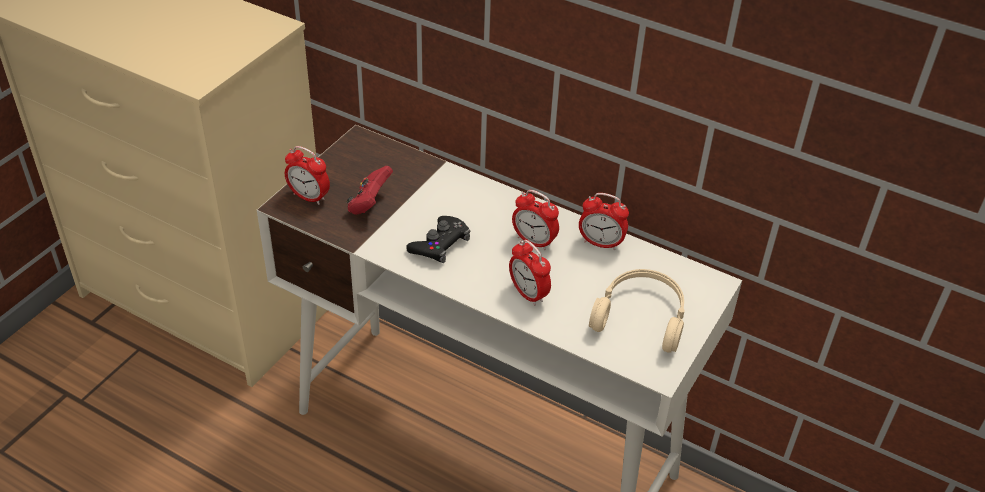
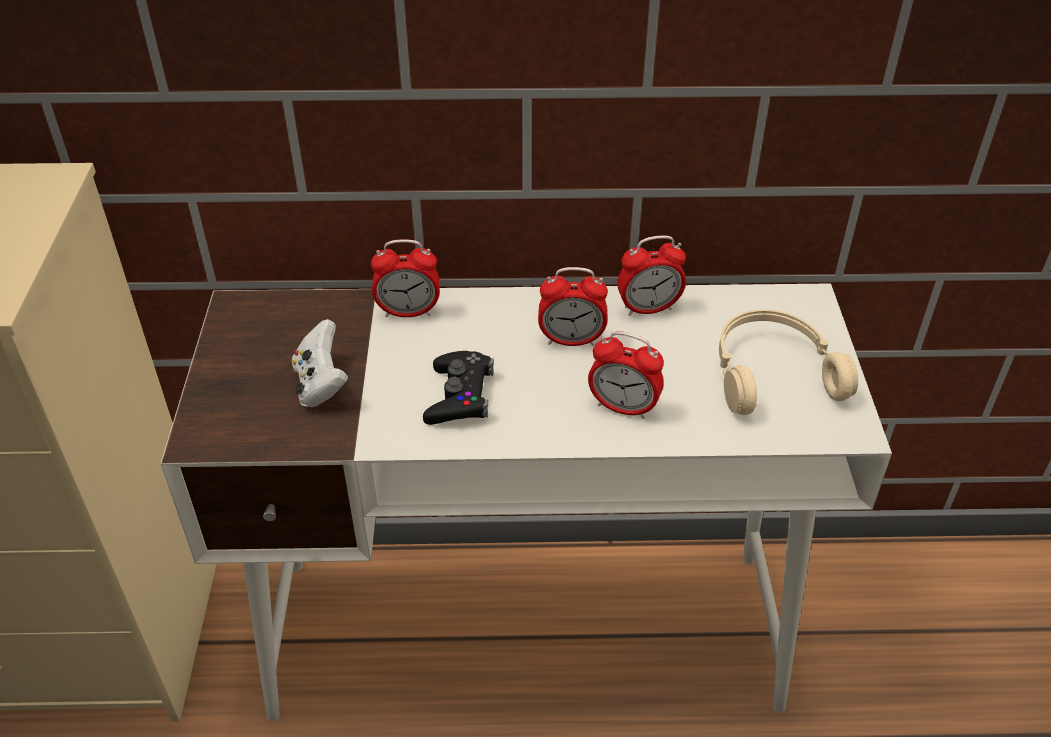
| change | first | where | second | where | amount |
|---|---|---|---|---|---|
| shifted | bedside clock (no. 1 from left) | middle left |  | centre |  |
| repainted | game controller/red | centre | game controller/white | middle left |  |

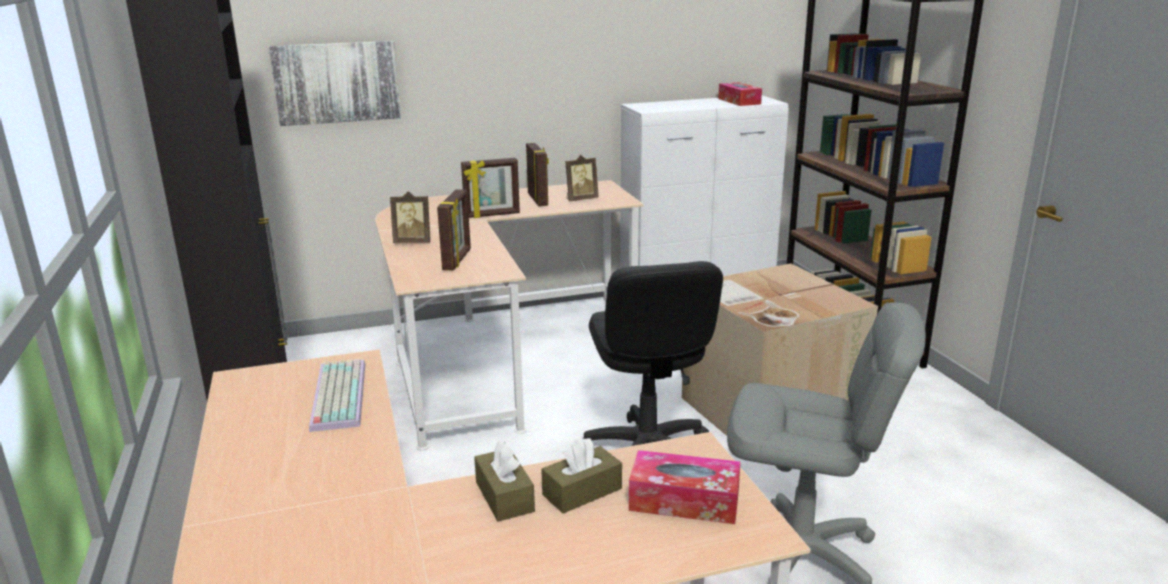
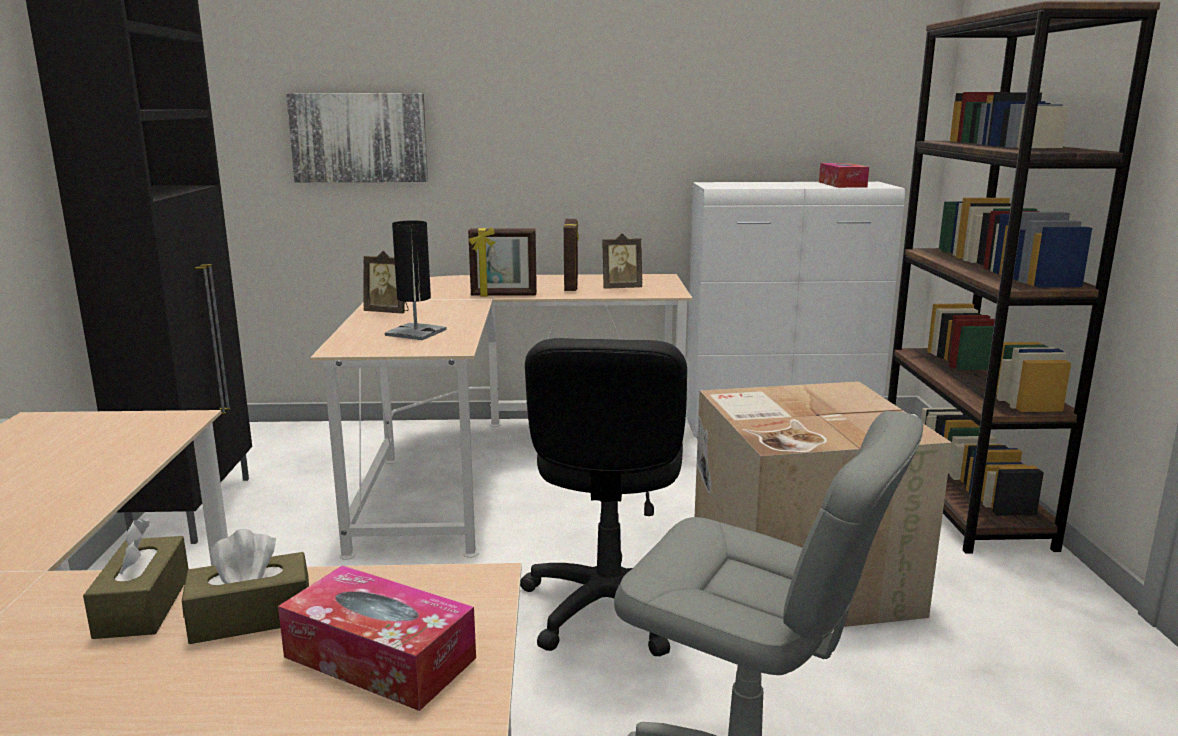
| change | first | where | second | where | amount |
|---|---|---|---|---|---|
| gone | computer keyboard | bottom left |  |  |  |
| swapped | photo frame (no. 2 from left) | centre | lamp for a table/blackish | centre |  |

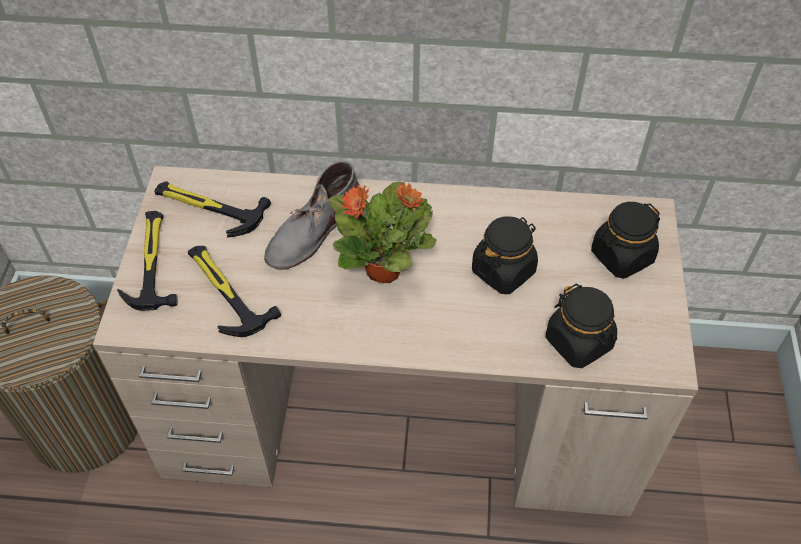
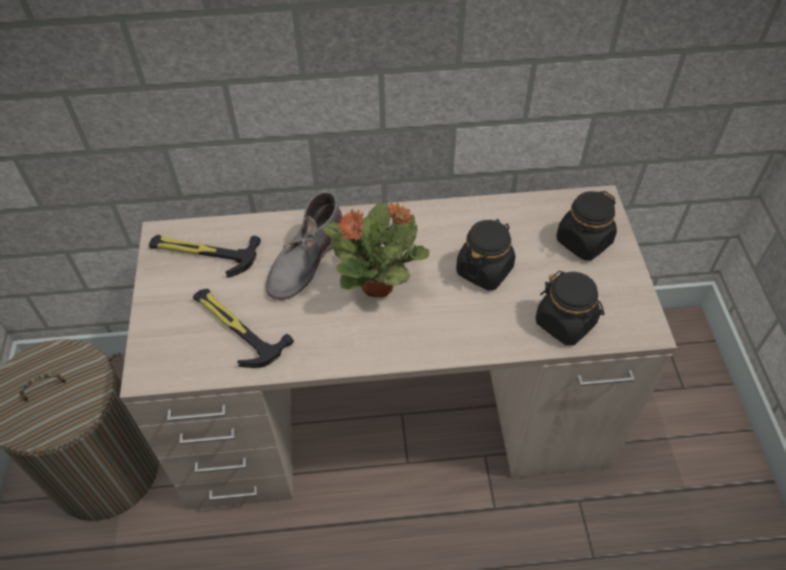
| change | first | where | second | where | amount |
|---|---|---|---|---|---|
| gone | hammer (no. 1 from left) | middle left |  |  |  |

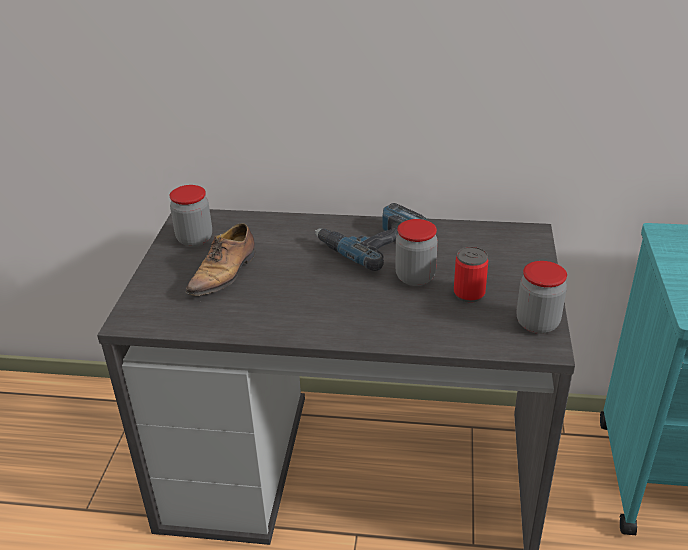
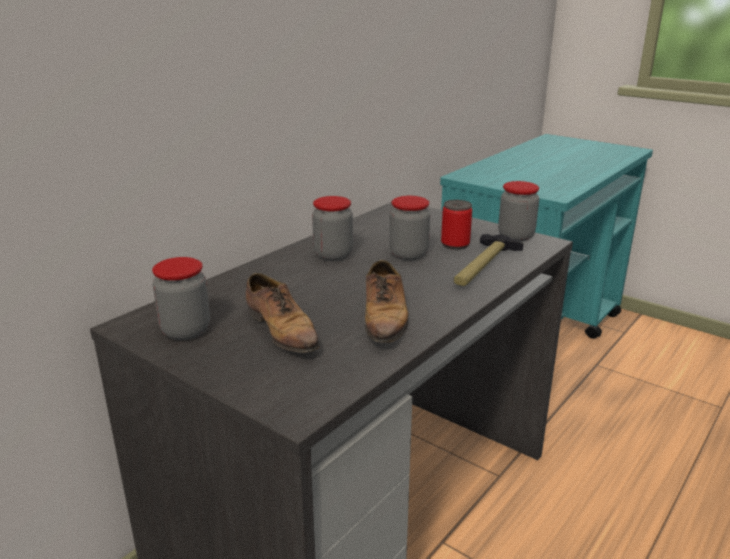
| change | first | where | second | where | amount |
|---|---|---|---|---|---|
| swapped | power drill | centre | preserve jar (no. 2 from left) | centre |  |
| new |  |  | shoe (no. 2 from left) | centre |  |
| new |  |  | hammer | middle right |  |

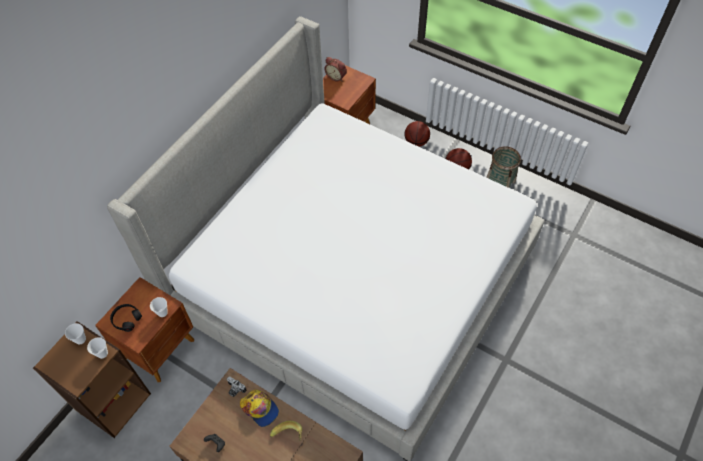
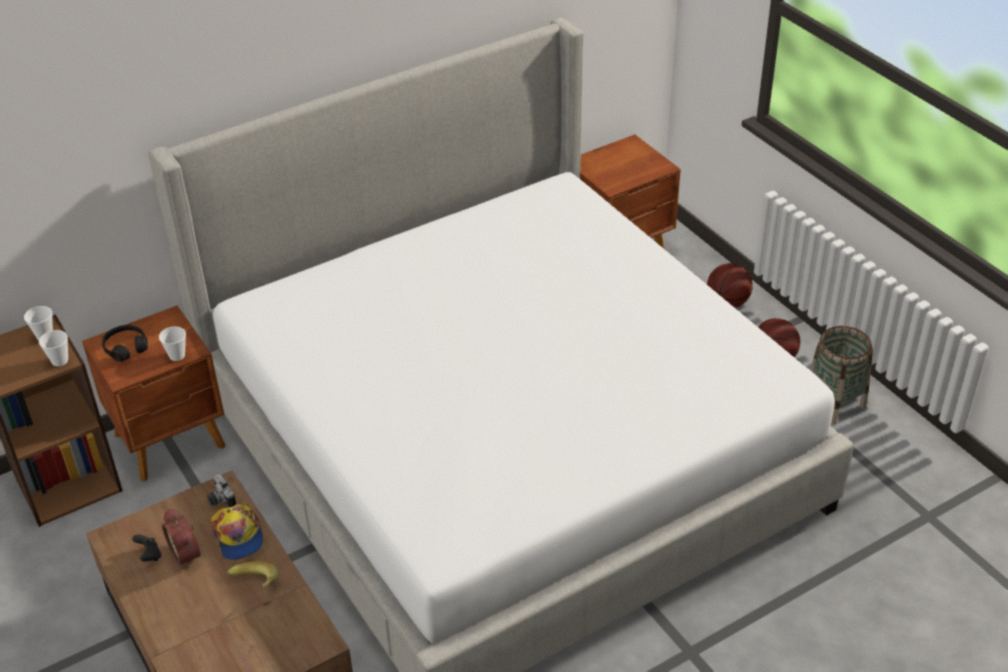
| change | first | where | second | where | amount |
|---|---|---|---|---|---|
| shifted | bedside clock | top centre |  | bottom left |  |

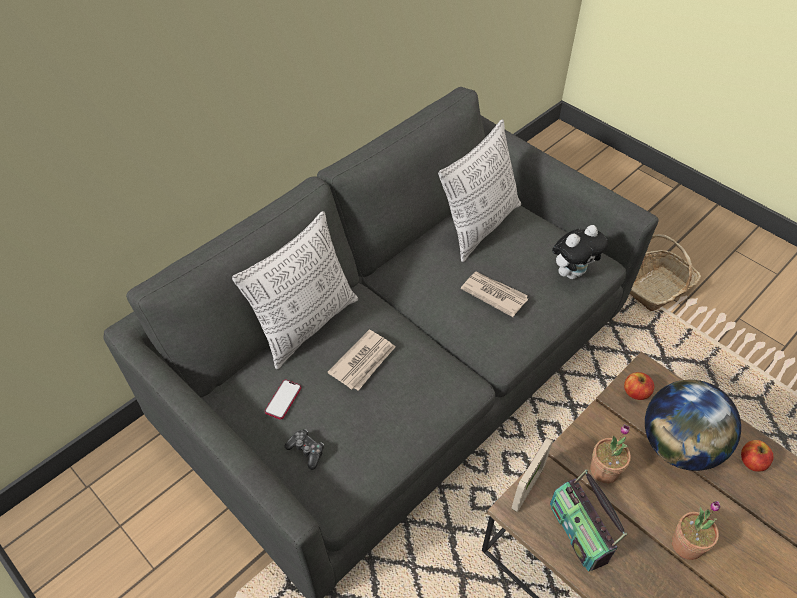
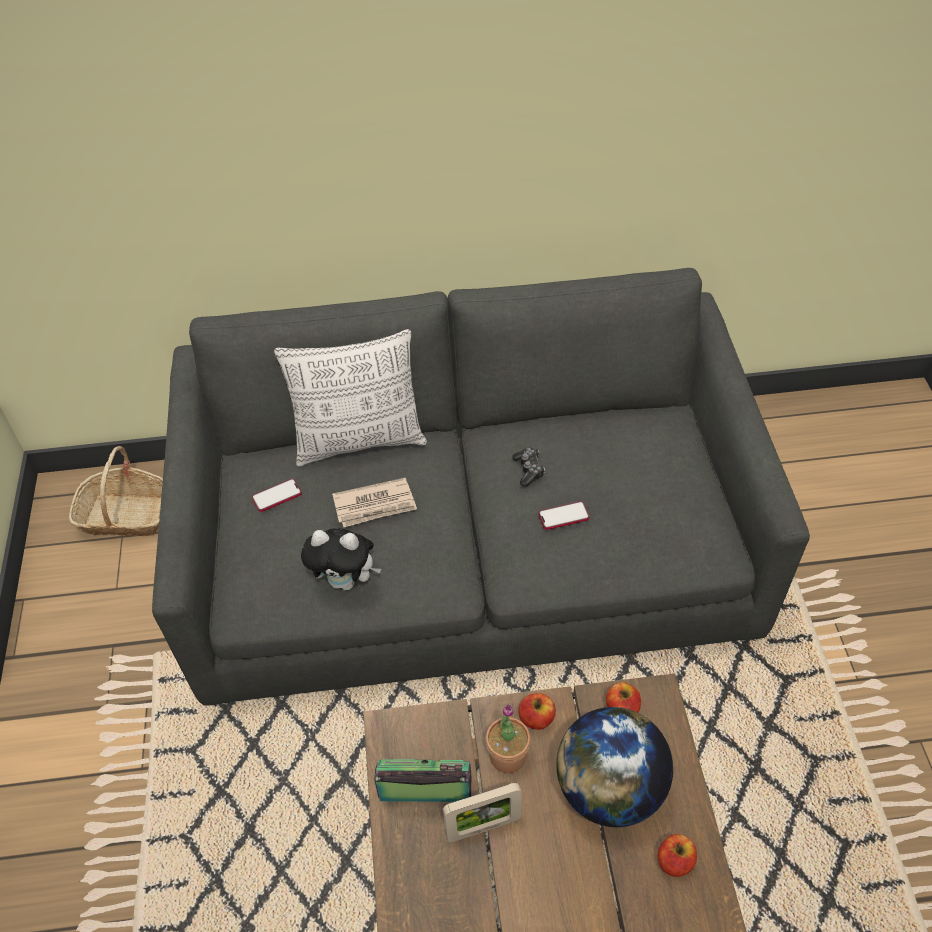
| change | first | where | second | where | amount |
|---|---|---|---|---|---|
| shifted | game controller | bottom centre |  | centre |  |
| gone | cushion (no. 2 from left) | top centre |  |  |  |
| swapped | printed paper (no. 2 from left) | centre | handset (no. 2 from left) | centre |  |
| shifted | photo frame | bottom right |  | bottom centre |  |
| rotated | radio | bottom right |  | bottom centre | 75 degrees clockwise |
| shifted | plush toy | middle right |  | centre |  |
| shifted | household basket | middle right |  | middle left |  |
| gone | houseplant (no. 2 from left) | bottom right |  |  |  |
| new |  |  | apple (no. 1 from left) | bottom centre |  |

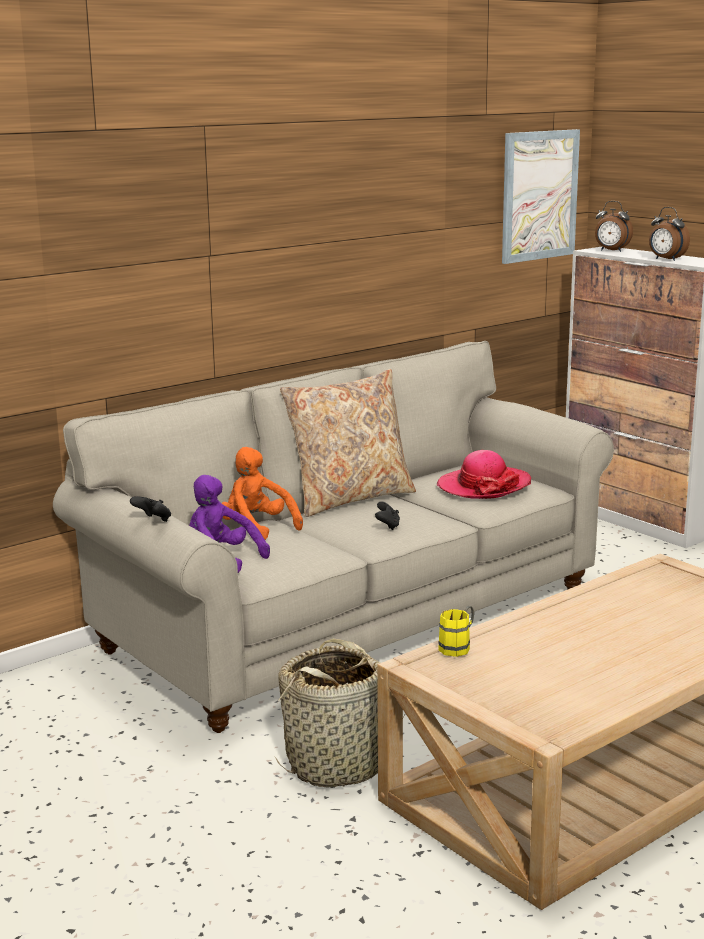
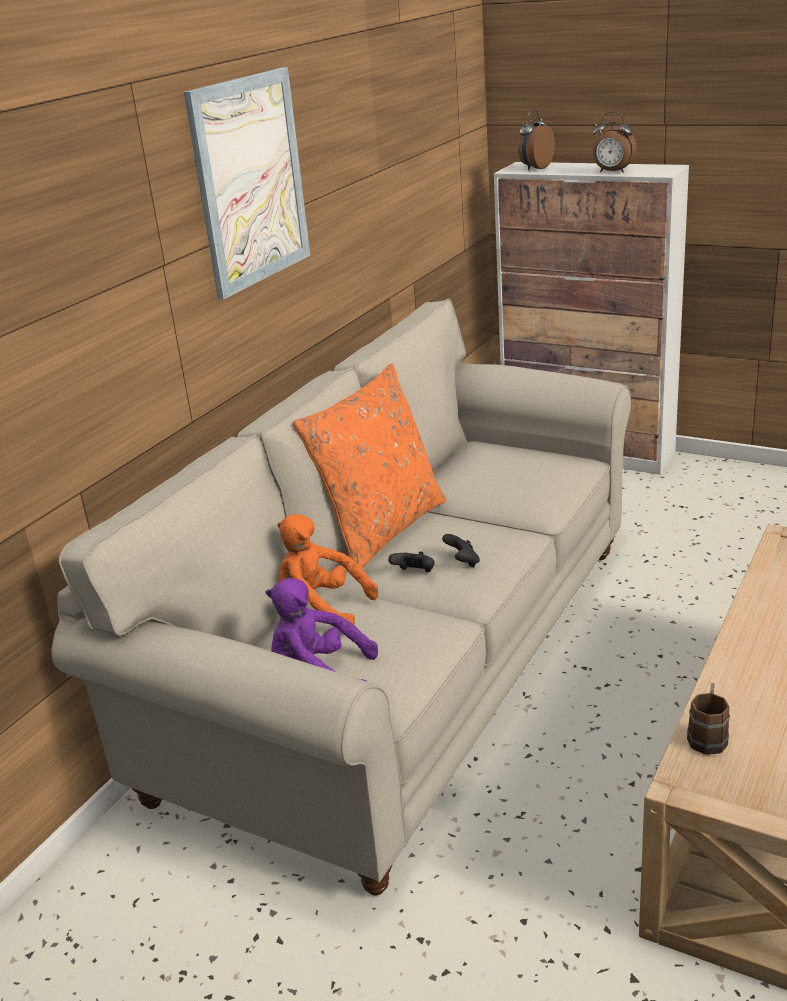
| change | first | where | second | where | amount |
|---|---|---|---|---|---|
| shifted | game controller/blackish (no. 1 from left) | middle left |  | centre |  |
| gone | household basket | bottom centre |  |  |  |
| repainted | cushion/sand-coloured | centre | cushion/orange | centre |  |
| gone | clothing hat | middle right |  |  |  |
| repainted | mug/yellowish | bottom centre | mug/brown | bottom right |  |
| shifted | wall art | top right |  | top left |  |
| rotated | bedside clock (no. 1 from left) | top right |  | top right | 120 degrees clockwise |

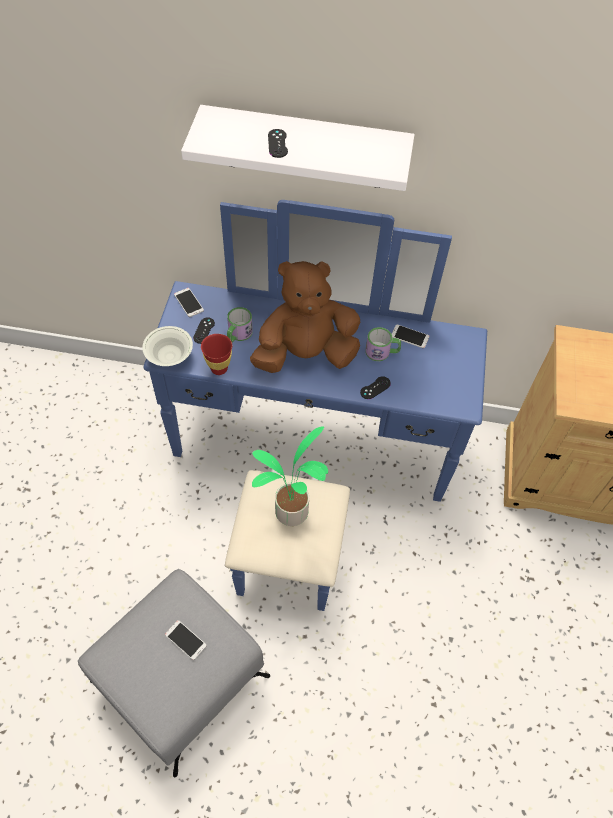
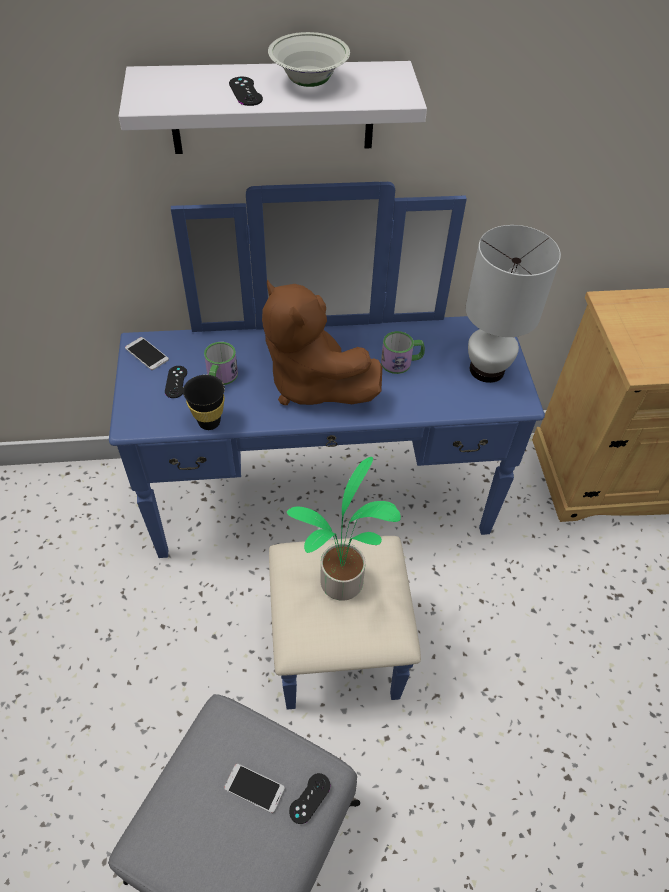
| change | first | where | second | where | amount |
|---|---|---|---|---|---|
| shifted | bowl/white | middle left |  | top centre |  |
| repainted | small cup/red | centre | small cup/blackish | middle left |  |
| rotated | plush toy/brown | centre |  | centre | 105 degrees counterclockwise |
| shifted | game controller/blackish (no. 3 from left) | centre |  | bottom centre |  |
| gone | handset (no. 3 from left) | middle right |  |  |  |
| new |  |  | lamp for a table/white | middle right |  |

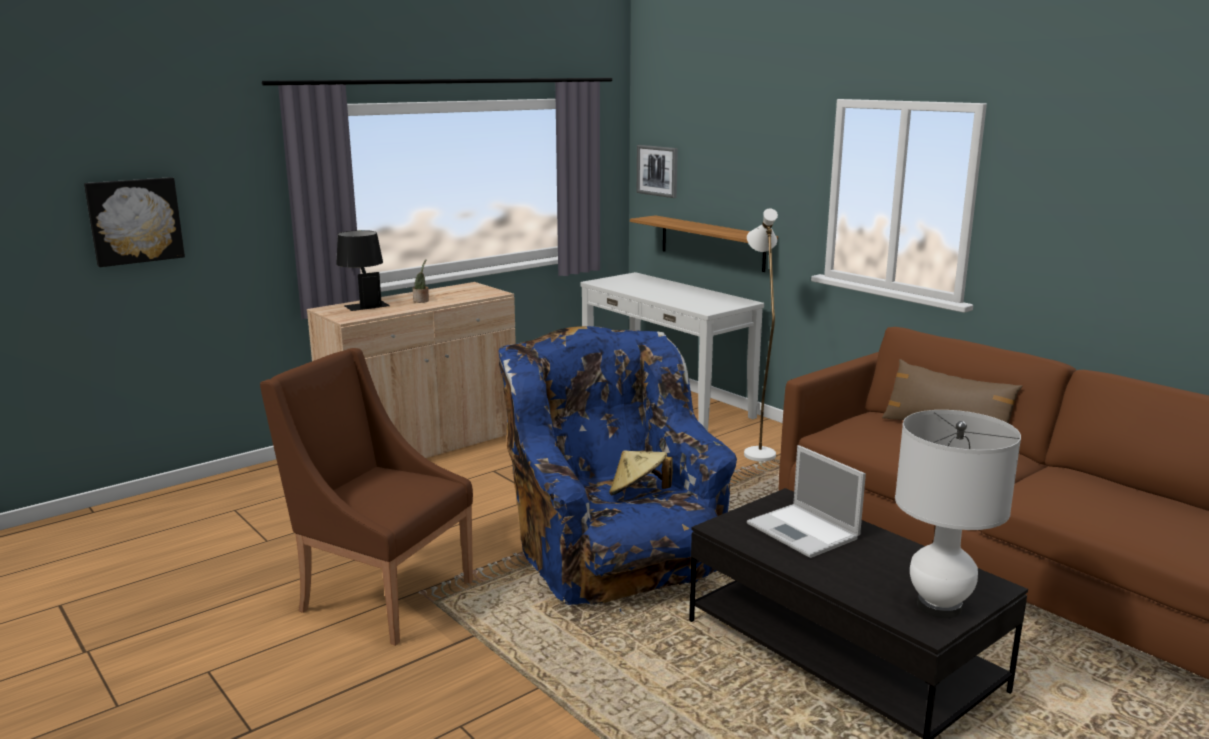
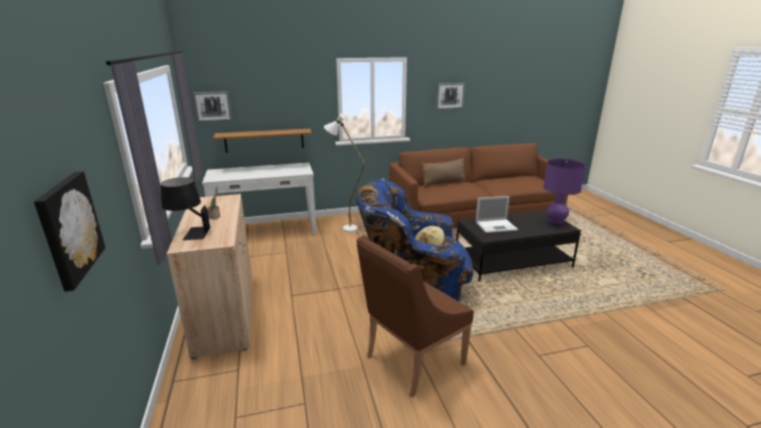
| change | first | where | second | where | amount |
|---|---|---|---|---|---|
| repainted | lamp for a table/white | bottom right | lamp for a table/purplish | middle right |  |
| new |  |  | wall art (no. 3 from left) | top centre |  |

